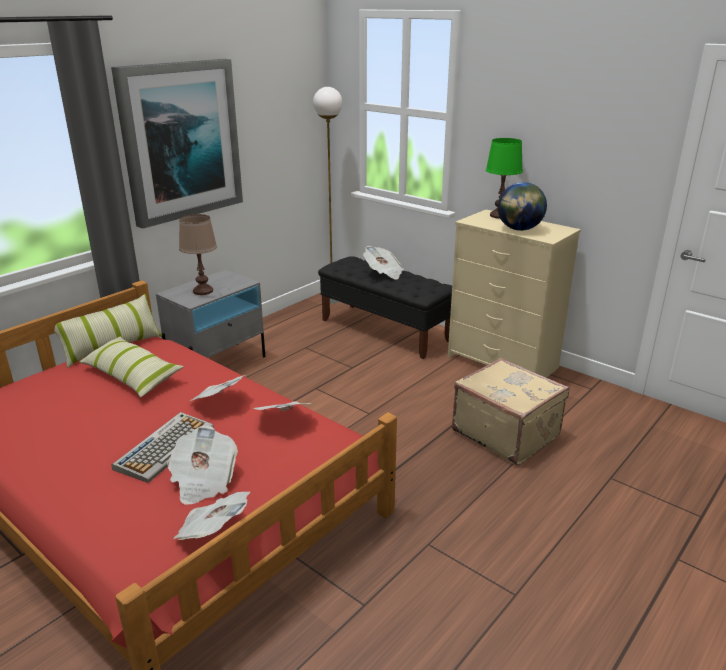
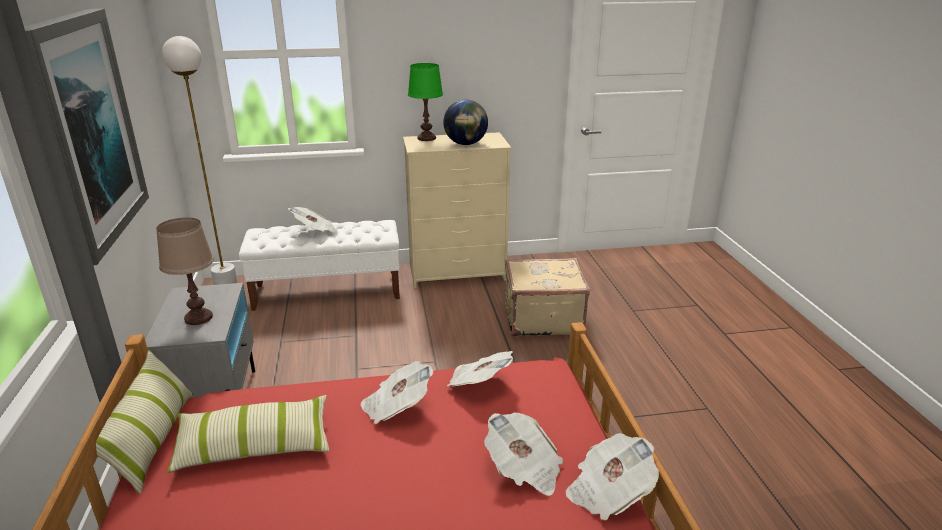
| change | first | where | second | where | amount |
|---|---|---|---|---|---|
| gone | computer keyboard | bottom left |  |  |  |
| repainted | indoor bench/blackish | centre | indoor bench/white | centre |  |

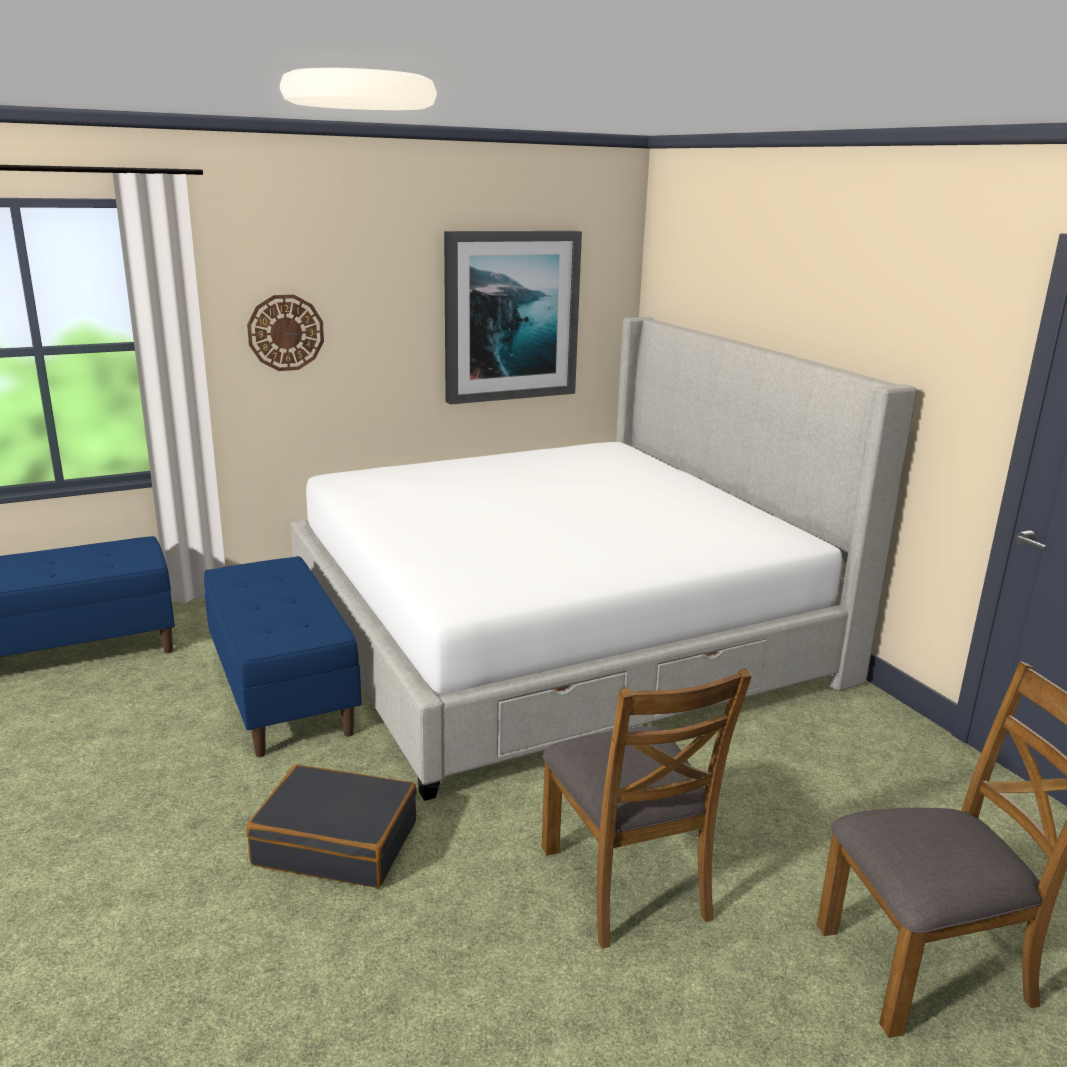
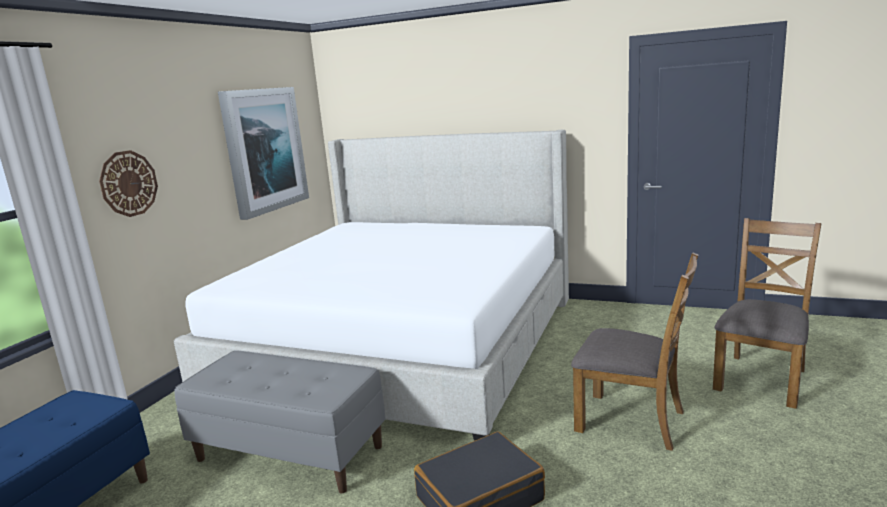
| change | first | where | second | where | amount |
|---|---|---|---|---|---|
| repainted | indoor bench/blue (no. 2 from left) | middle left | indoor bench/gray | bottom left |  |

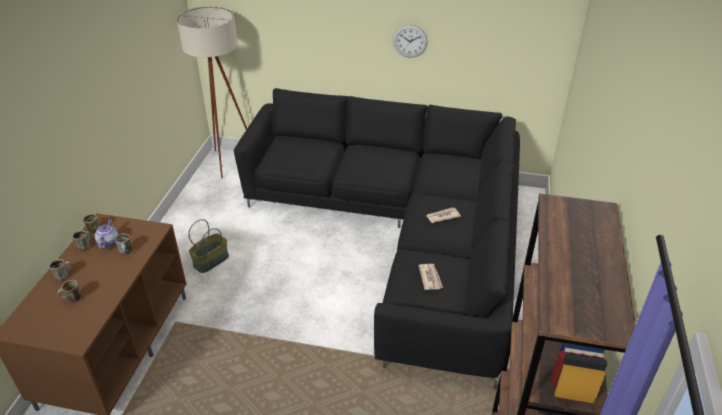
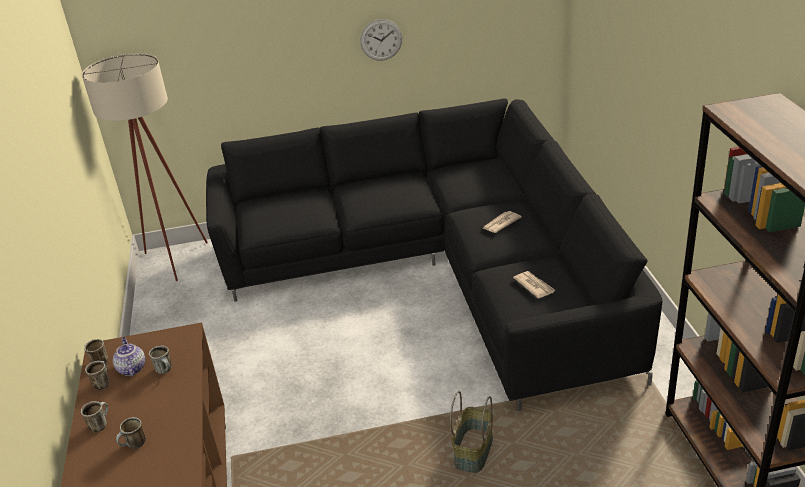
| change | first | where | second | where | amount |
|---|---|---|---|---|---|
| shifted | household basket | middle left |  | bottom centre |  |

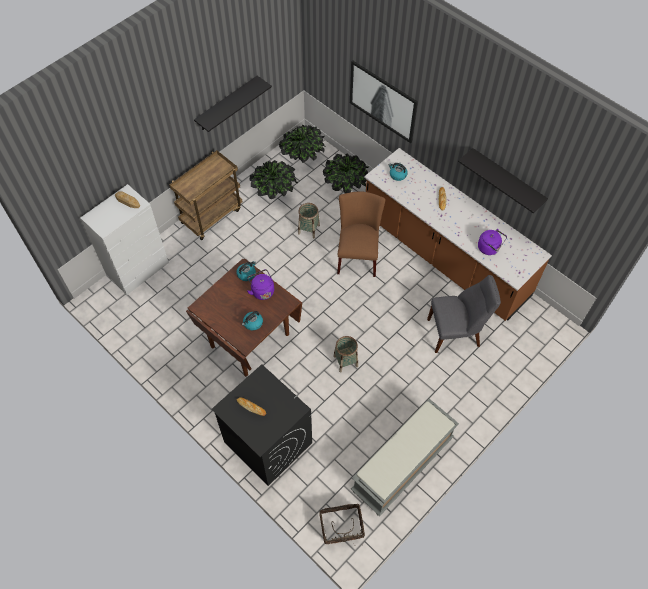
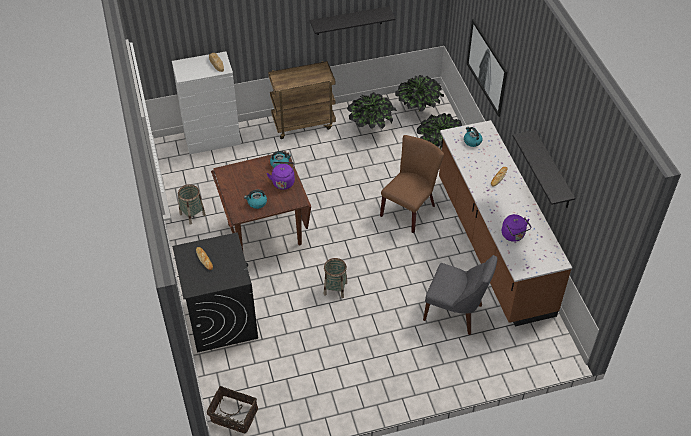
| change | first | where | second | where | amount |
|---|---|---|---|---|---|
| shifted | household basket (no. 1 from left) | centre |  | middle left |  |
| gone | indoor bench/gray | bottom centre |  |  |  |

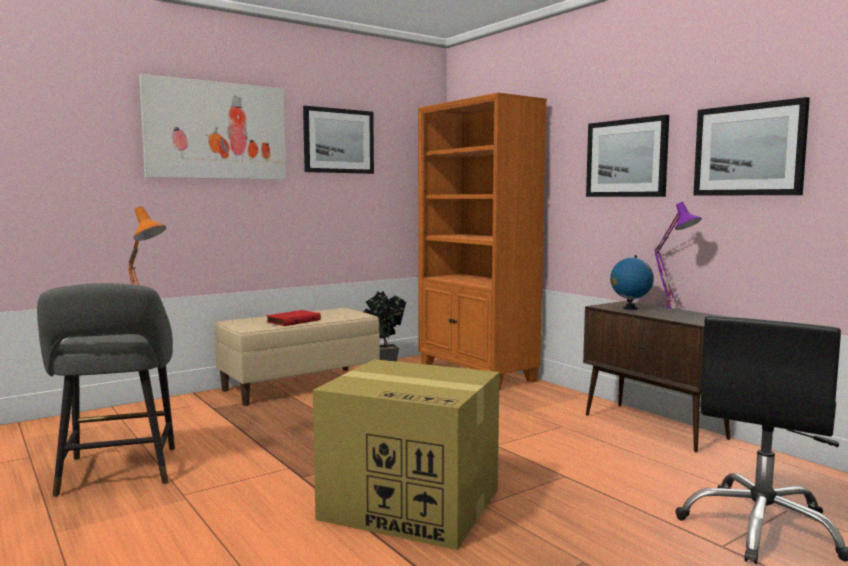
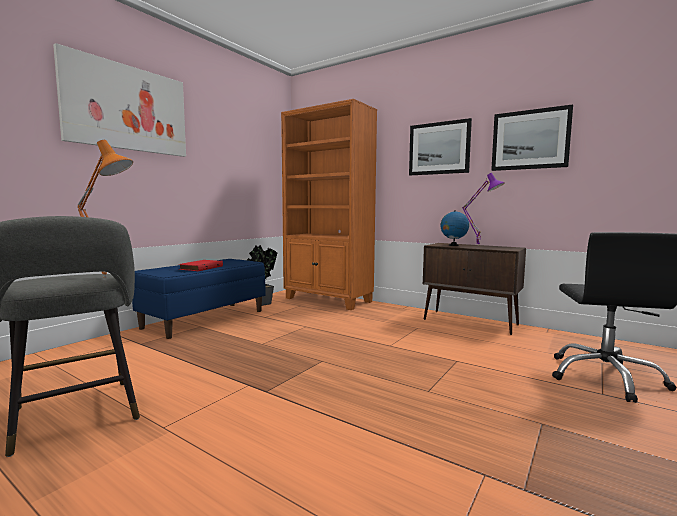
| change | first | where | second | where | amount |
|---|---|---|---|---|---|
| repainted | indoor bench/sand-coloured | centre | indoor bench/blue | middle left |  |
| gone | wall art (no. 2 from left) | top centre |  |  |  |
| gone | cardboard box | bottom centre |  |  |  |

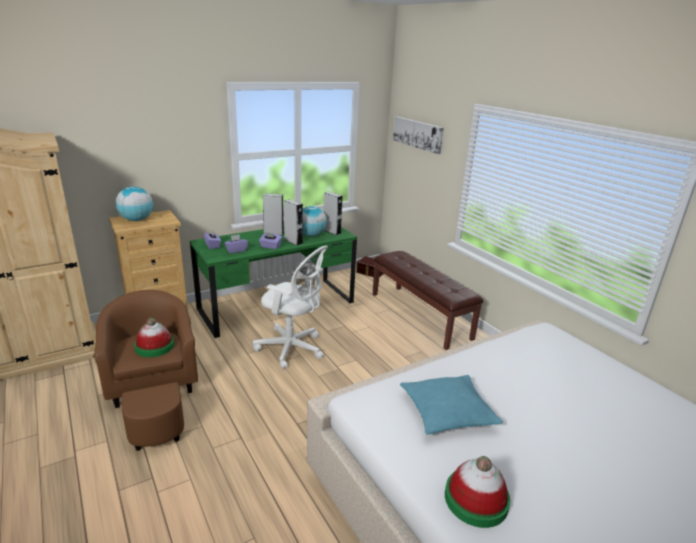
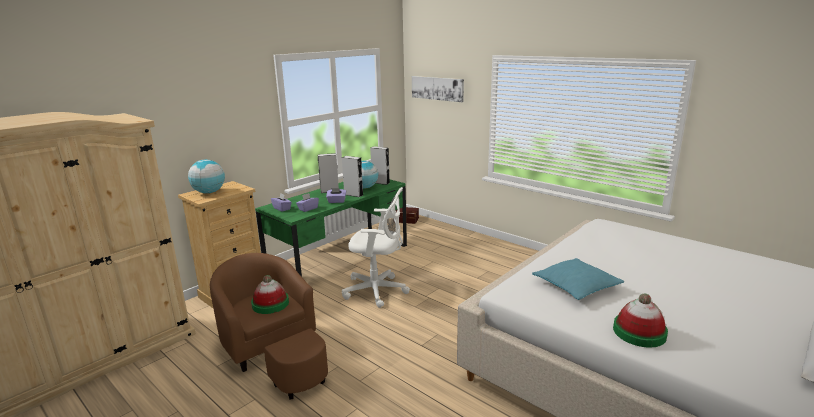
| change | first | where | second | where | amount |
|---|---|---|---|---|---|
| gone | indoor bench/brown | centre |  |  |  |

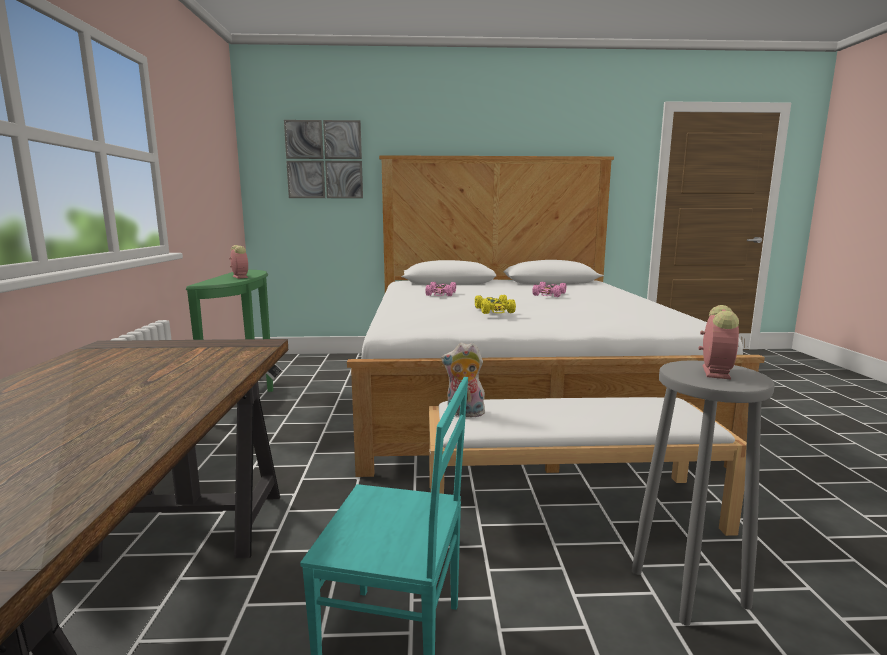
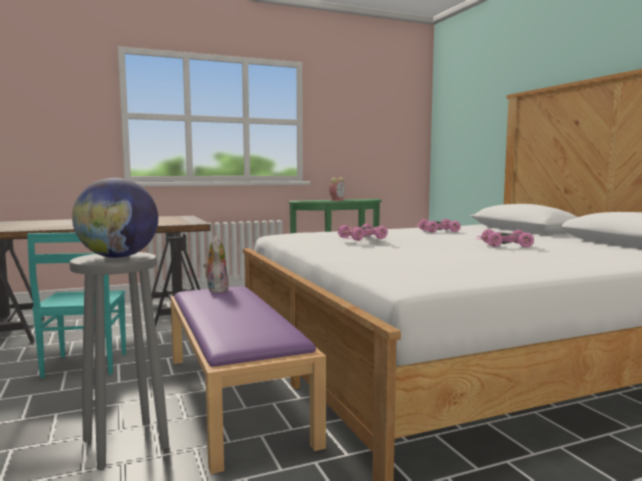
| change | first | where | second | where | amount |
|---|---|---|---|---|---|
| gone | wall art | top centre |  |  |  |
| repainted | indoor bench/white | bottom centre | indoor bench/purplish | bottom centre |  |
| repainted | miniature car/yellowish | centre | miniature car/pink-coloured (no. 1 from left) | centre |  |
| swapped | bedside clock (no. 2 from left) | middle right | world globe | middle left |  |

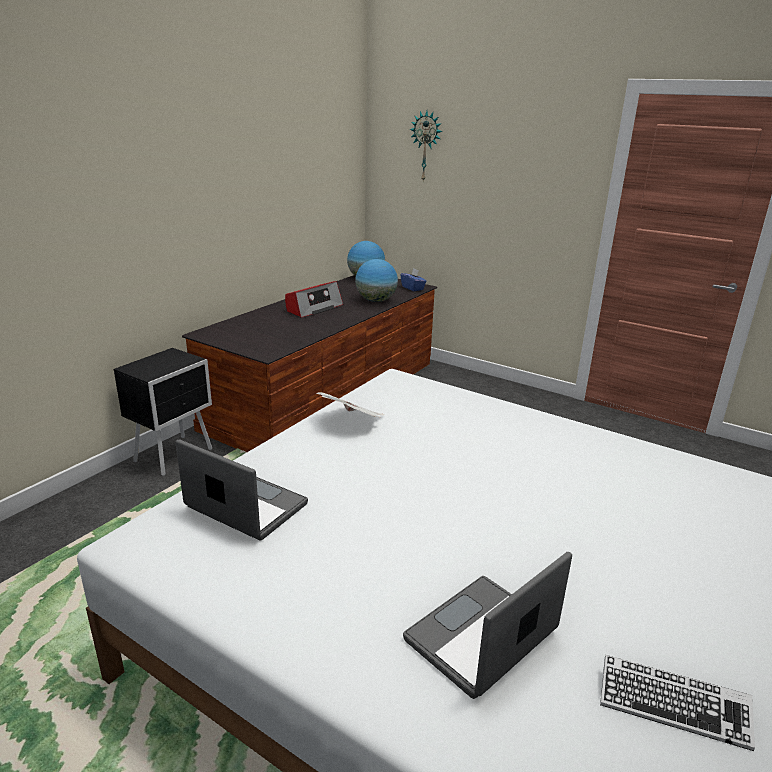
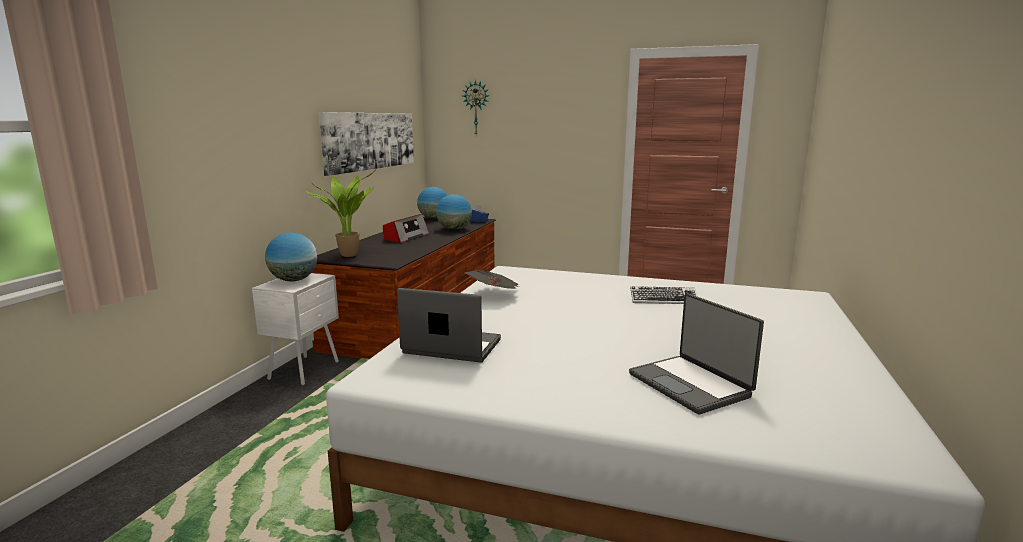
| change | first | where | second | where | amount |
|---|---|---|---|---|---|
| repainted | nightstand/blackish | middle left | nightstand/white | middle left |  |
| rotated | portable computer (no. 2 from left) | bottom centre |  | middle right | 60 degrees counterclockwise |
| shifted | computer keyboard | bottom right |  | centre |  |
| new |  |  | world globe (no. 1 from left) | middle left |  |
| new |  |  | houseplant | centre |  |
| new |  |  | wall art | top centre |  |

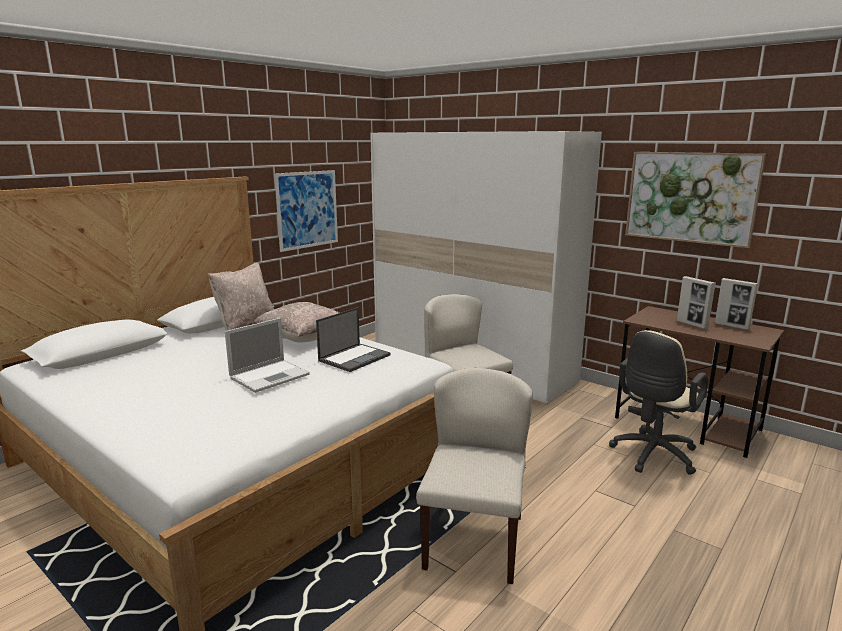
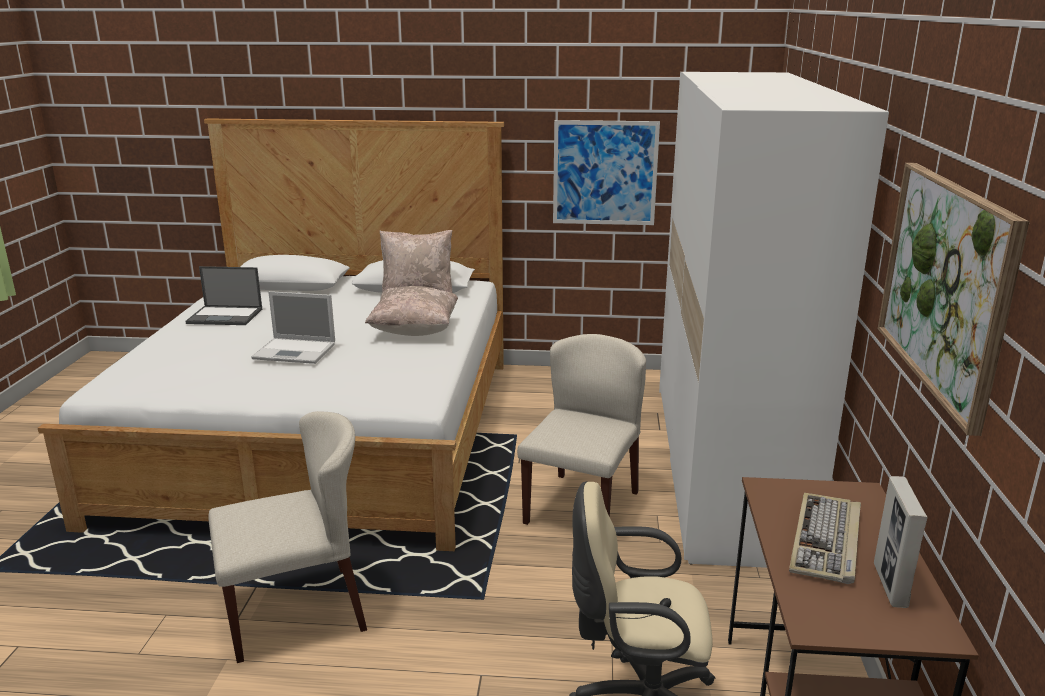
| change | first | where | second | where | amount |
|---|---|---|---|---|---|
| shifted | portable computer (no. 2 from left in the first image) | centre | portable computer (no. 1 from left) | middle left |  |
| swapped | photo frame (no. 1 from left) | middle right | computer keyboard | bottom right |  |

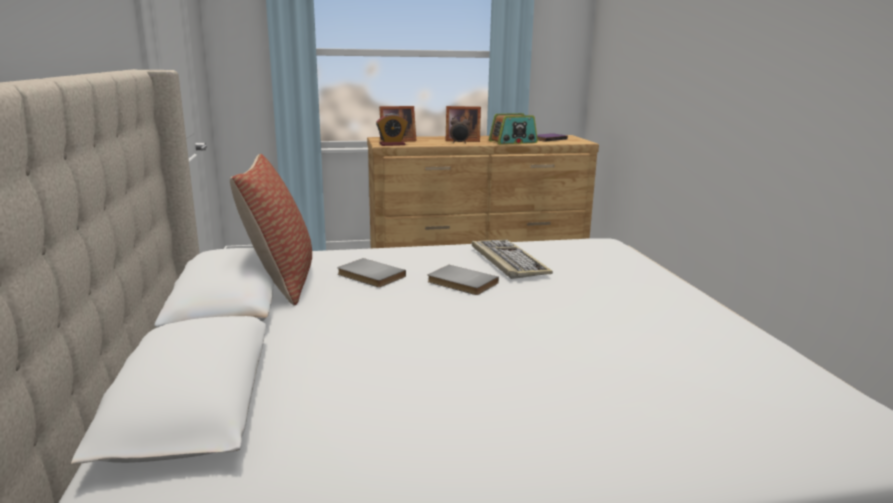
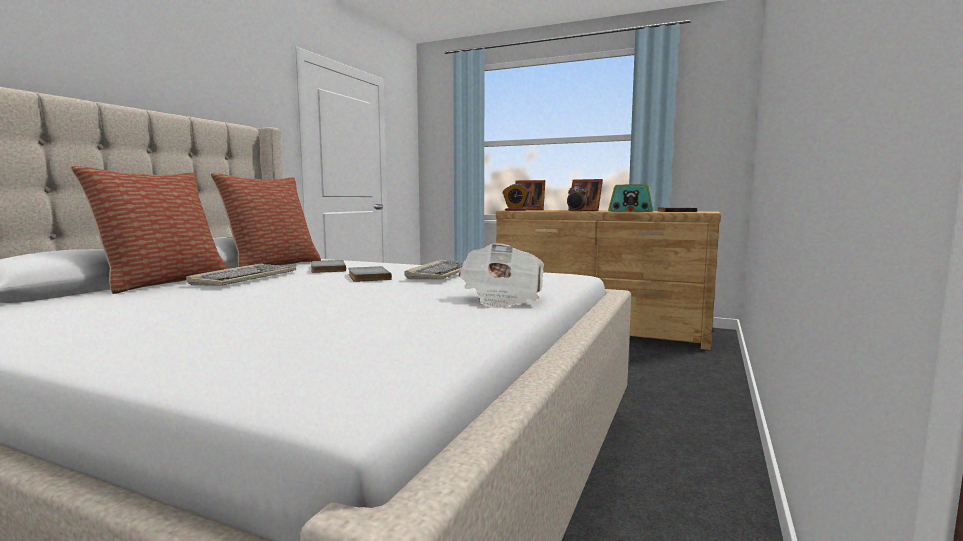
| change | first | where | second | where | amount |
|---|---|---|---|---|---|
| new |  |  | cushion (no. 1 from left) | middle left |  |
| new |  |  | computer keyboard (no. 1 from left) | middle left |  |
| new |  |  | printed paper | centre |  |

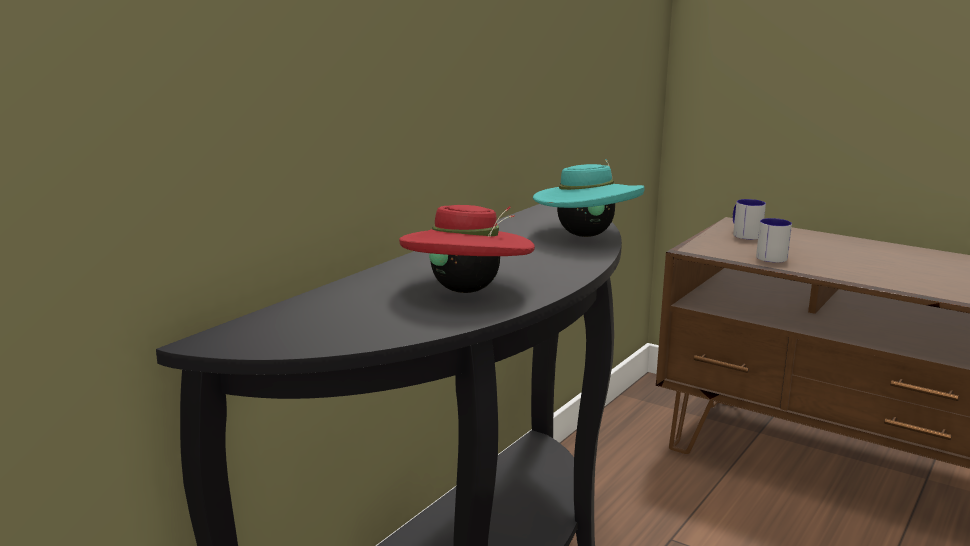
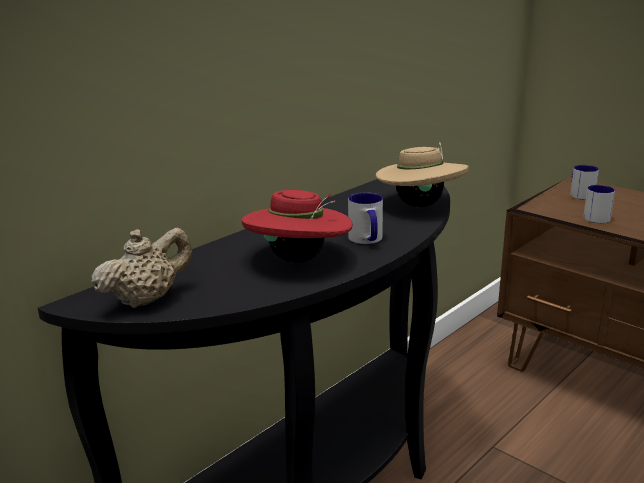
| change | first | where | second | where | amount |
|---|---|---|---|---|---|
| repainted | clothing hat/turquoise | centre | clothing hat/sand-coloured | centre |  |
| new |  |  | pot for tea/sand-coloured | middle left |  |
| new |  |  | mug (no. 1 from left) | centre |  |

